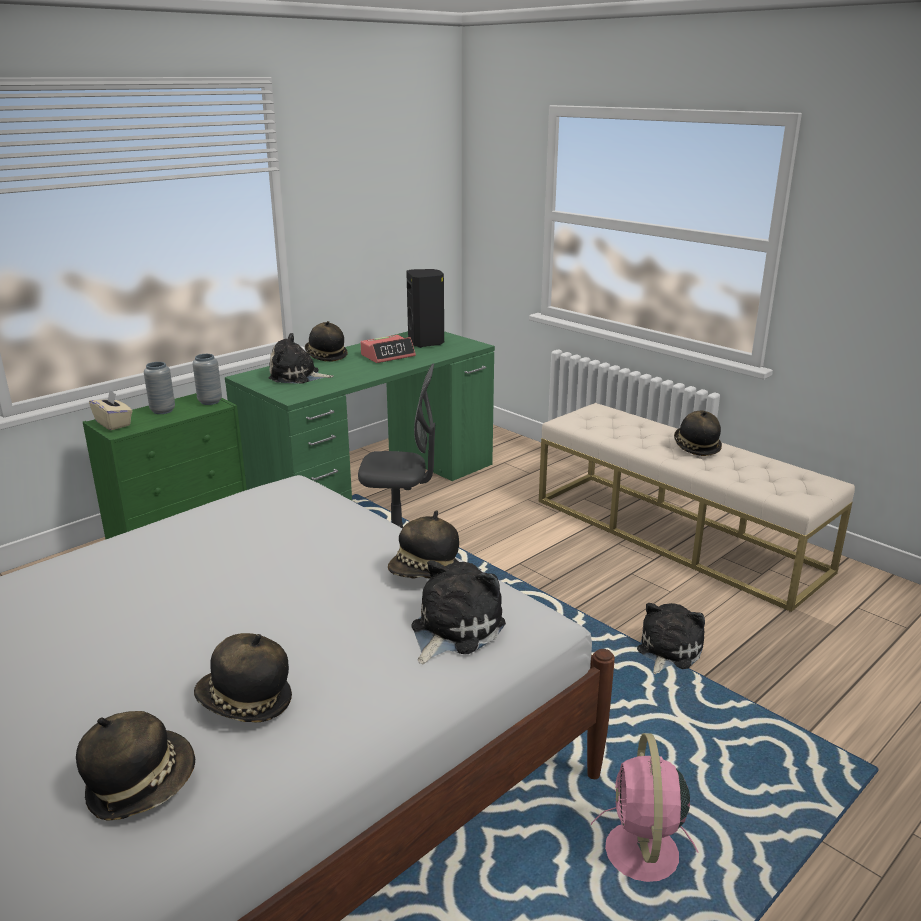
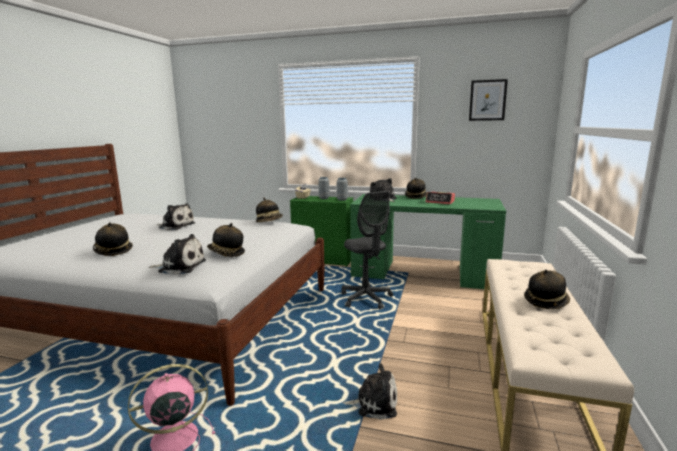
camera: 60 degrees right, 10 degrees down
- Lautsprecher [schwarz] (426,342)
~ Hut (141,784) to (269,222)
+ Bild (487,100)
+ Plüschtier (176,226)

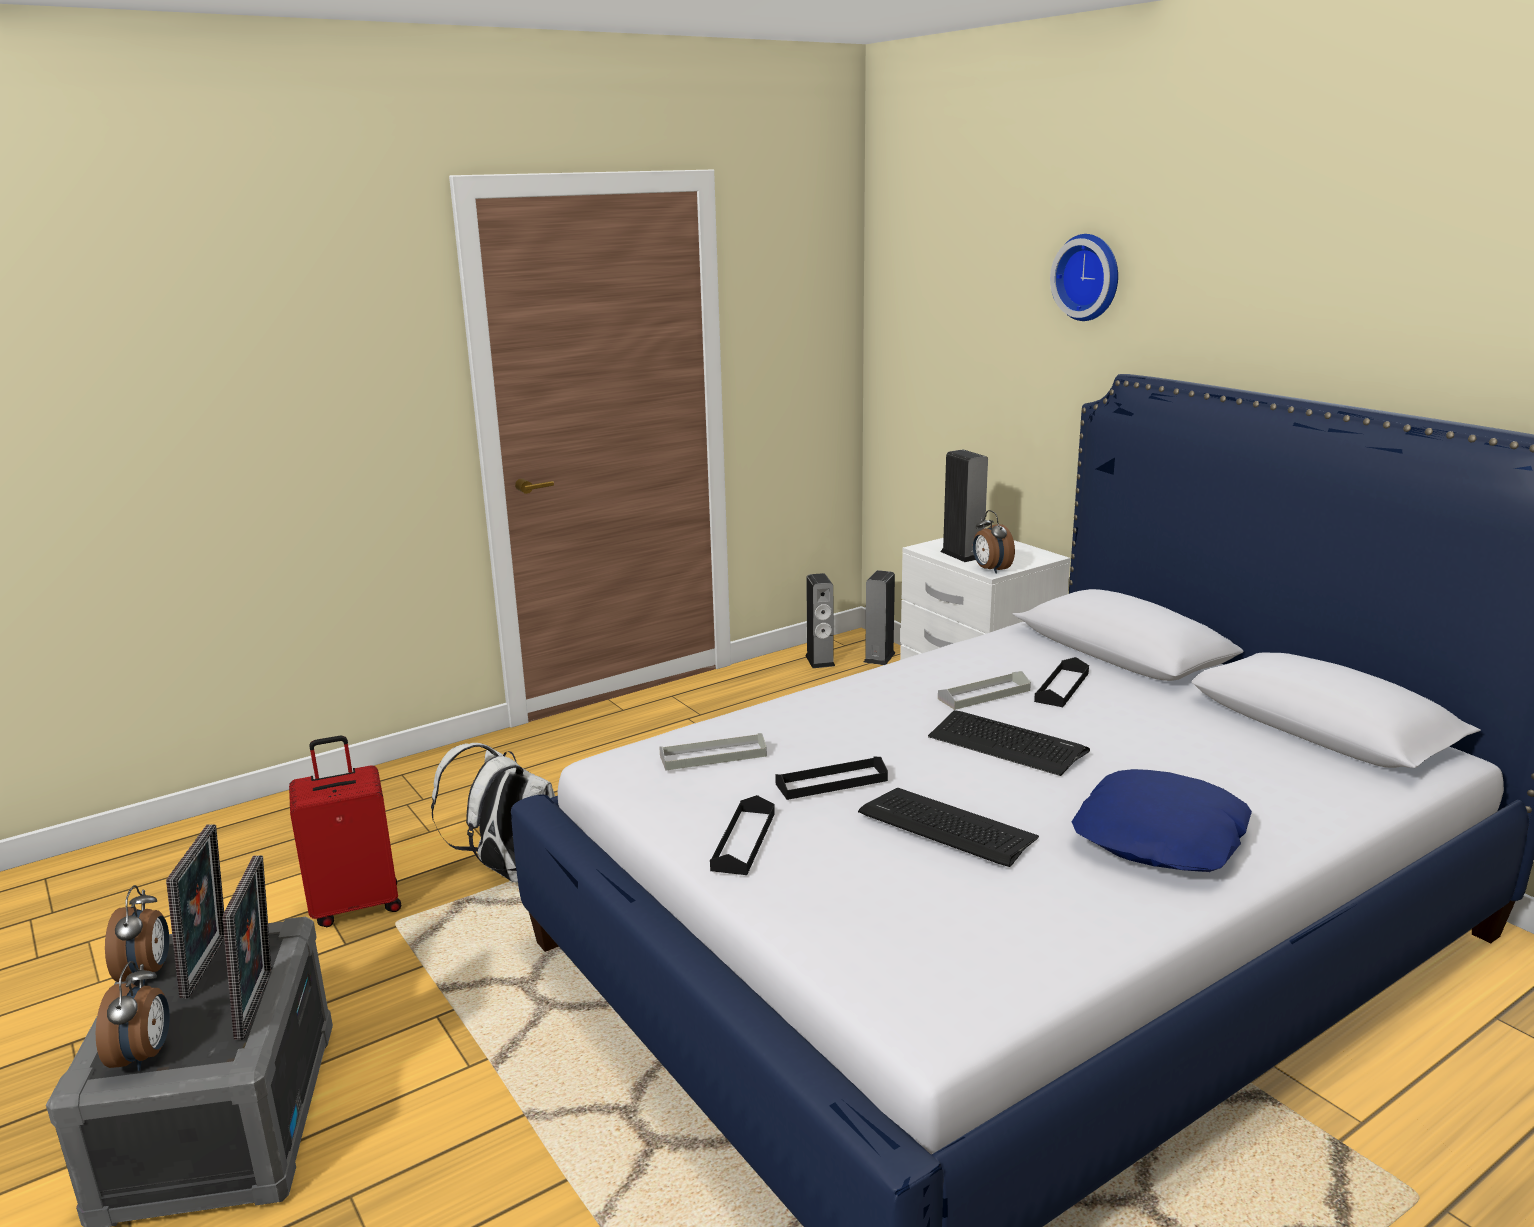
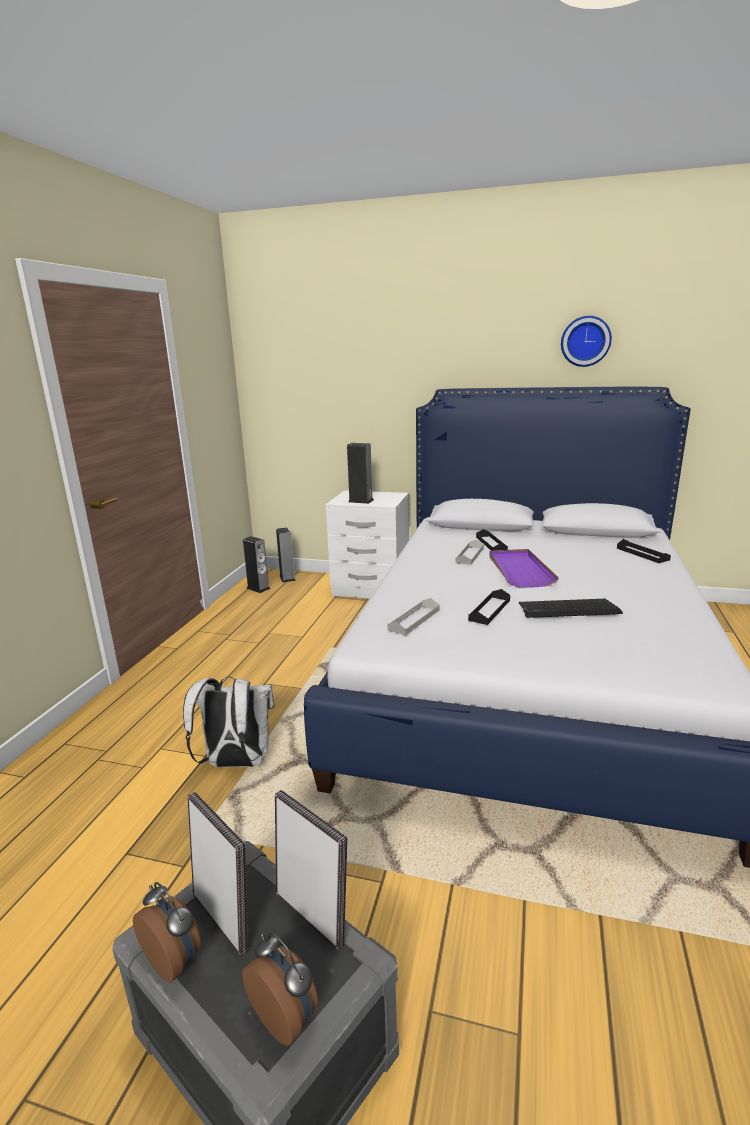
camera: 40 degrees left, 0 degrees up
~ Wanduhr (1089,277) to (585,341)
- Wecker (990,570)
~ Tastatur (1006,744) to Tablett [lila] (519,570)
- Koffer [rot] (356,905)
- Kissen [blau] (1161,837)
~ Tablett [schwarz] (743,841) to (642,554)

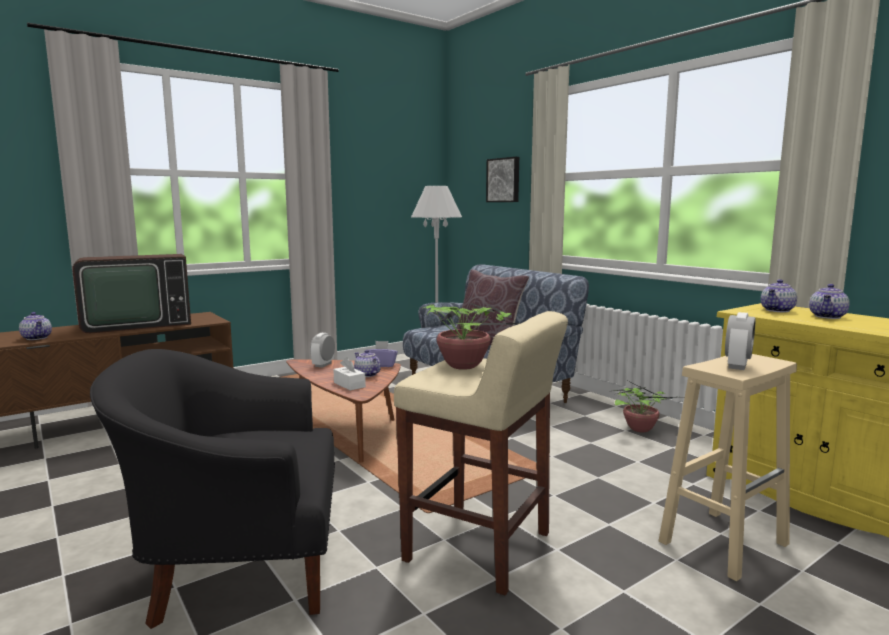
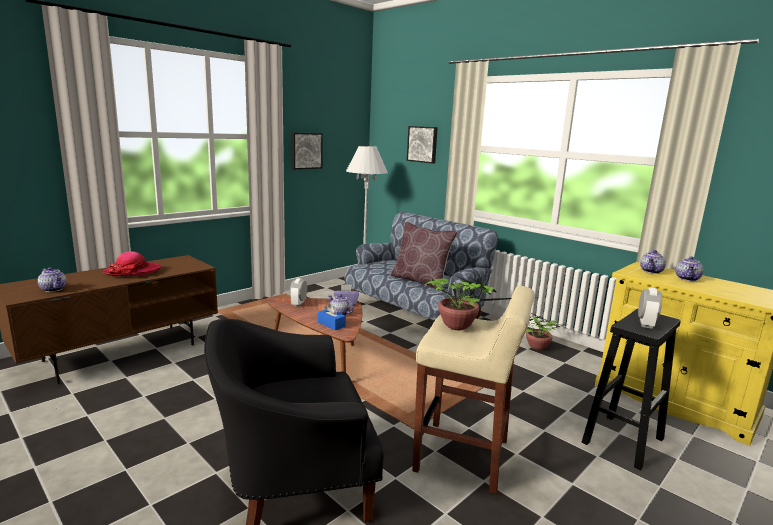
camera: 10 degrees left, 5 degrees up
~ Fernseher (135,324) to Hut (133,271)
~ Hocker [beige] (724,542) to Hocker [schwarz] (623,440)
~ Taschentuchbox [weiß] (349,385) to Taschentuchbox [blau] (331,324)
+ Bild (306,150)

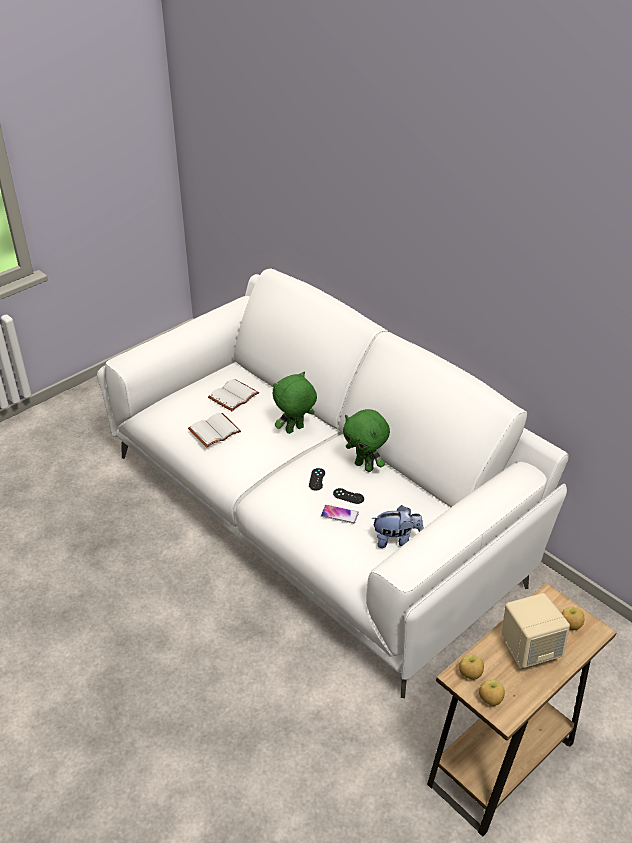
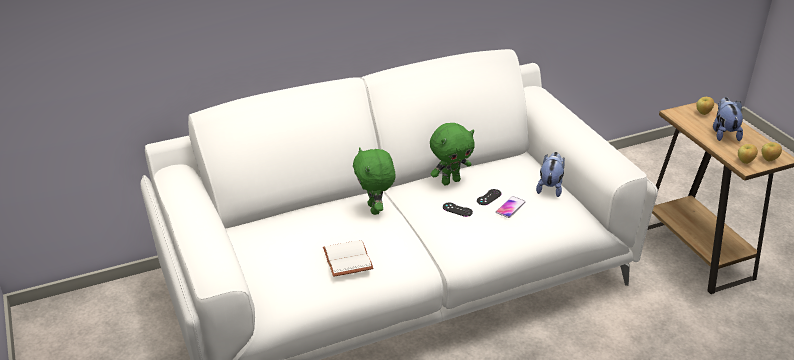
camera: 70 degrees left, 5 degrees down
- Buch [weiß] (234,397)
~ Lautsprecher [beige] (529,650) to Plüschtier (724,133)

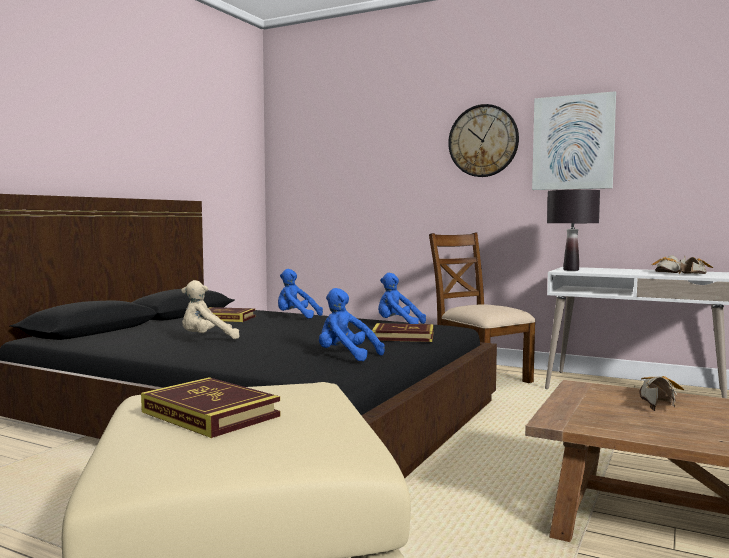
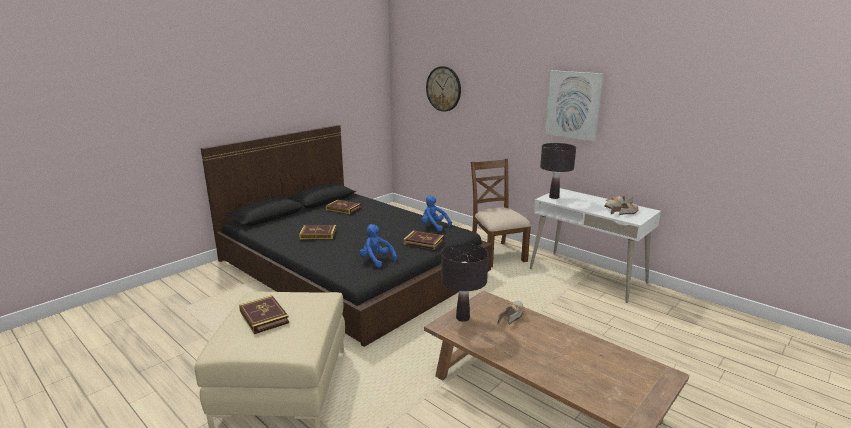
camera: 15 degrees right, 15 degrees up
~ Wanduhr (483,141) to (443,89)
- Plüschtier [blau] (296,317)
~ Plüschtier [beige] (207,339) to Buch (318,234)
+ Tischlampe [schwarz] (463,318)

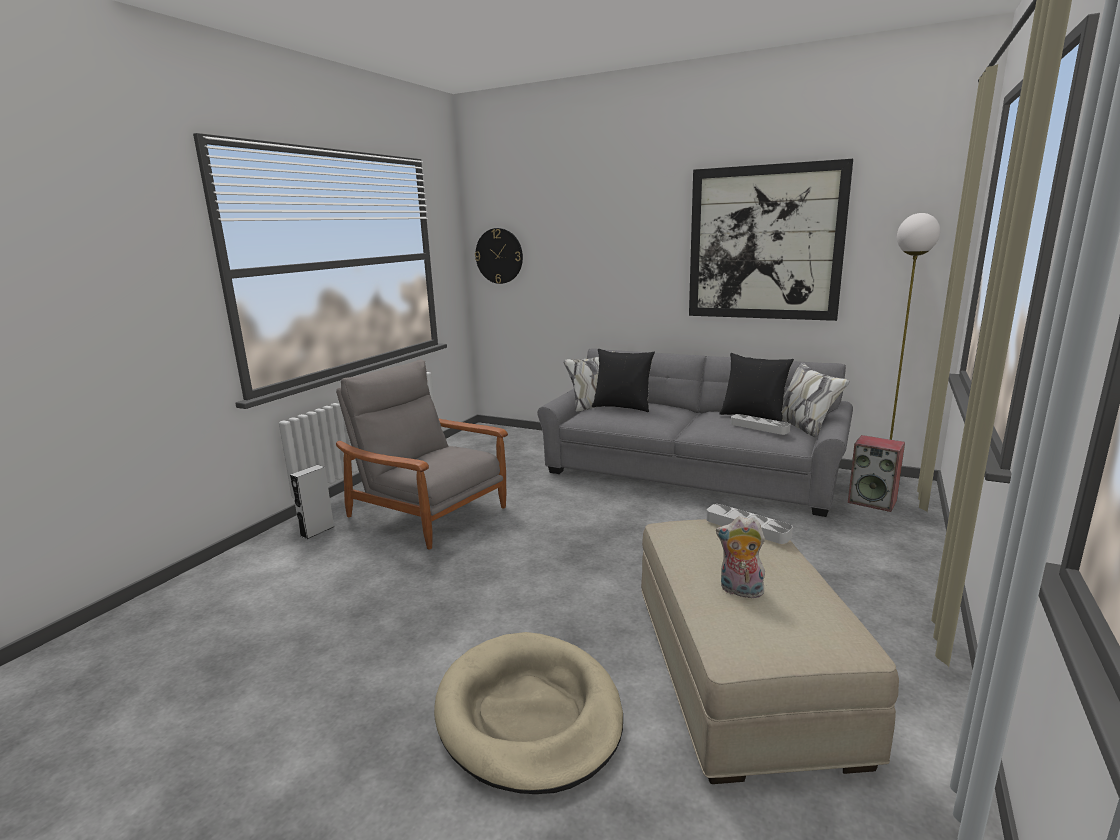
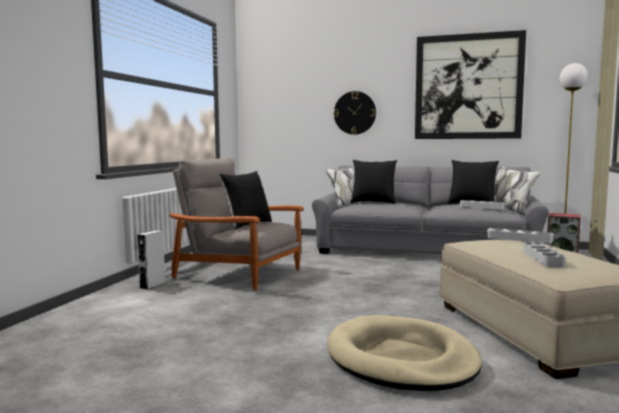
camera: 10 degrees left, 10 degrees down
~ Wanduhr (499,256) to (354,113)
~ Plüschtier (740,591) to Tablett [grau] (542,258)
+ Kissen [schwarz] (247,224)

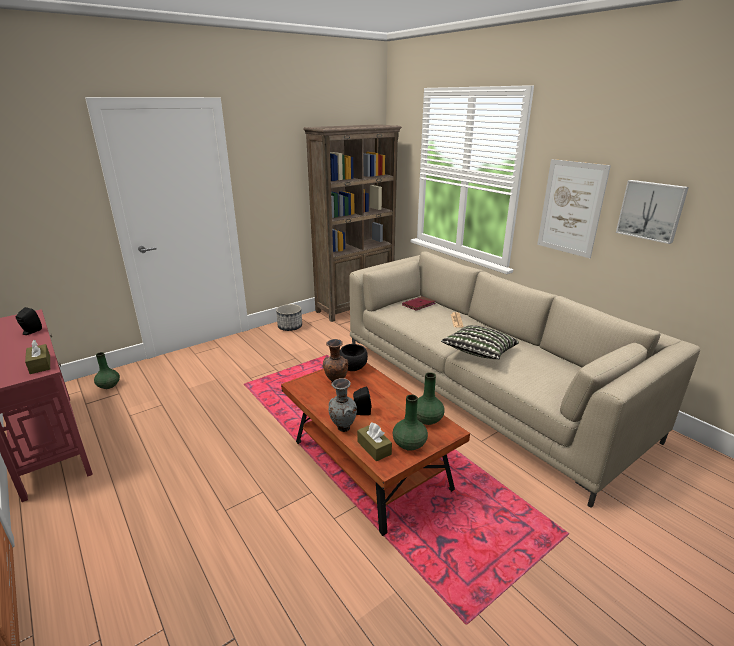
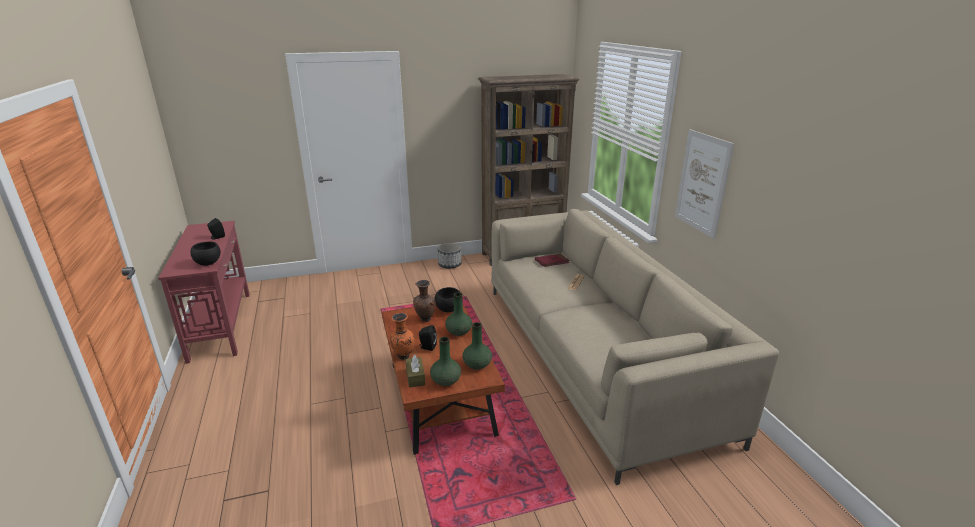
camera: 20 degrees right, 0 degrees up
- Bild (651,210)
- Kissen (479,353)
~ Taschentuchbox [braun] (40,364) to Schüssel [schwarz] (208,263)
~ Vase [grün] (108,385) to (458,331)
~ Vase [grau] (342,428) to Vase [orange] (403,356)

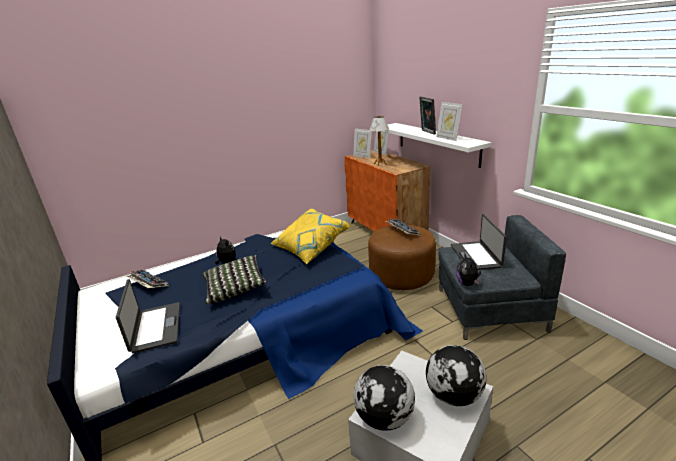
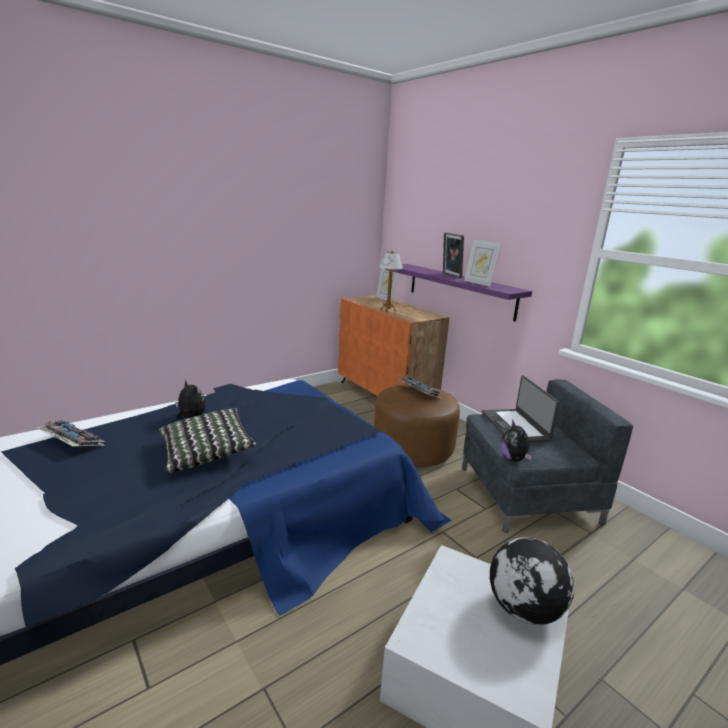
camera: 10 degrees left, 5 degrees down
~ Wandregal [weiß] (437,143) to Wandregal [lila] (460,290)
- Bilderrahmen (362,156)
- Kissen [gelb] (310,248)
- Laptop (155,327)
- Globus (384,418)

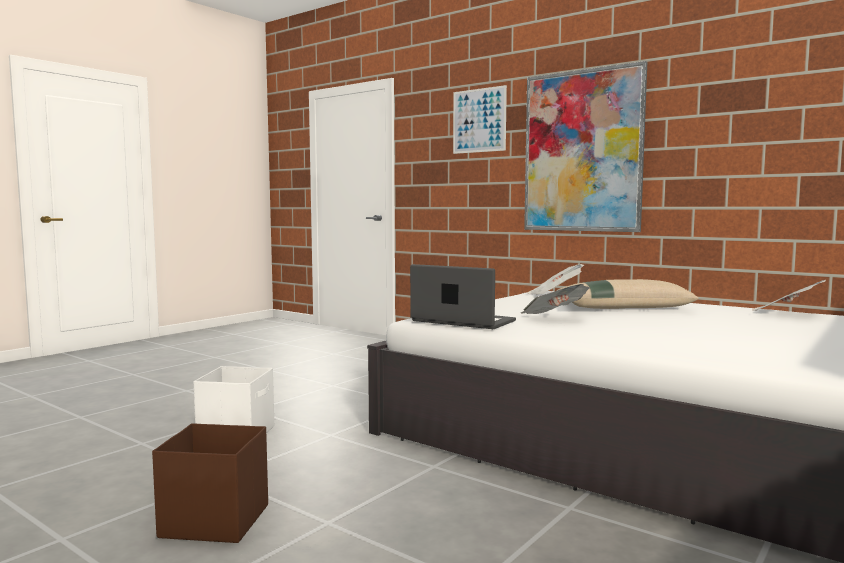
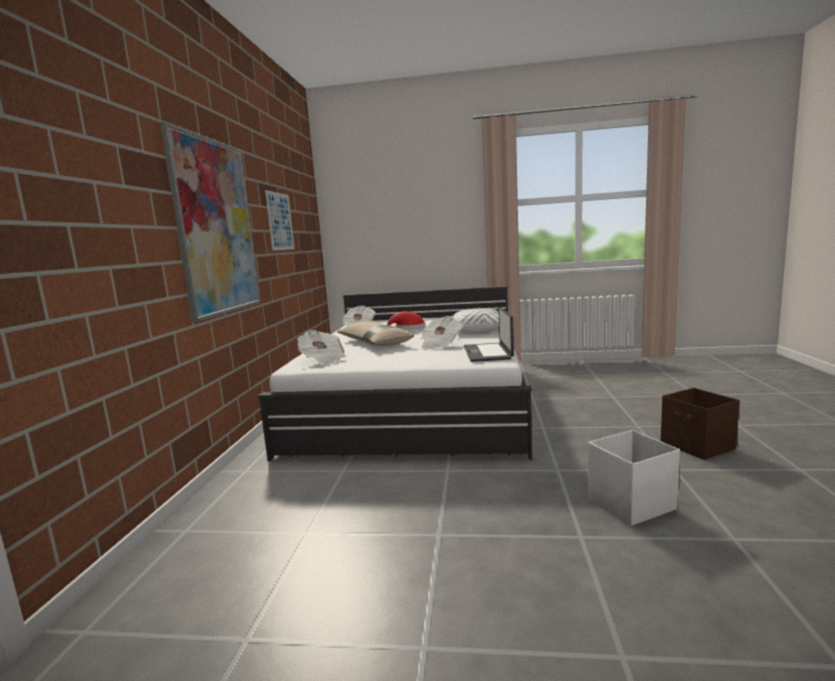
camera: 120 degrees left, 5 degrees up
~ Bild (479,120) to (280,221)
+ Kissen [weiß] (477,330)
+ Hut [rot] (408,329)

